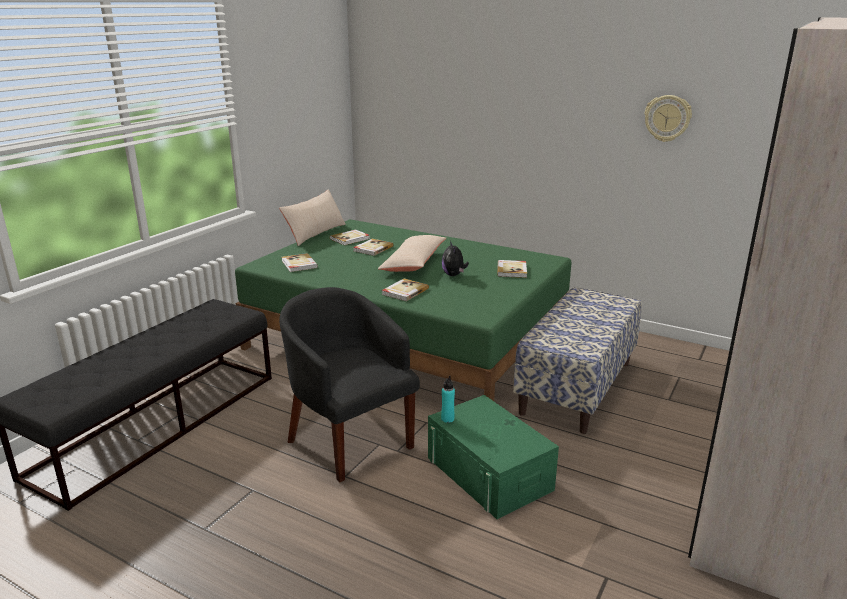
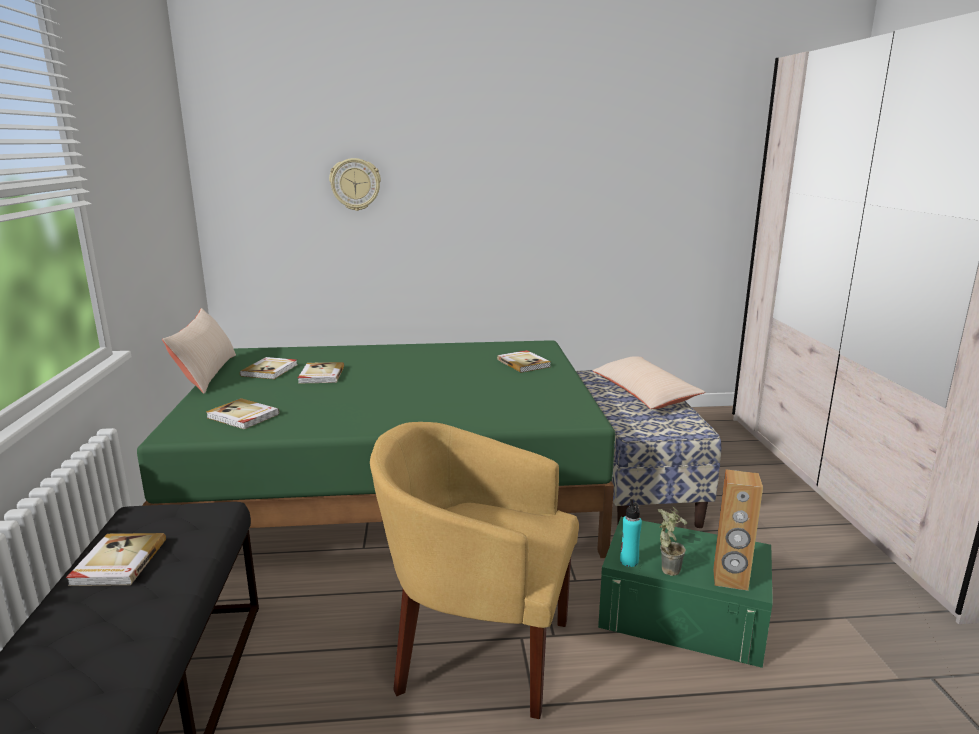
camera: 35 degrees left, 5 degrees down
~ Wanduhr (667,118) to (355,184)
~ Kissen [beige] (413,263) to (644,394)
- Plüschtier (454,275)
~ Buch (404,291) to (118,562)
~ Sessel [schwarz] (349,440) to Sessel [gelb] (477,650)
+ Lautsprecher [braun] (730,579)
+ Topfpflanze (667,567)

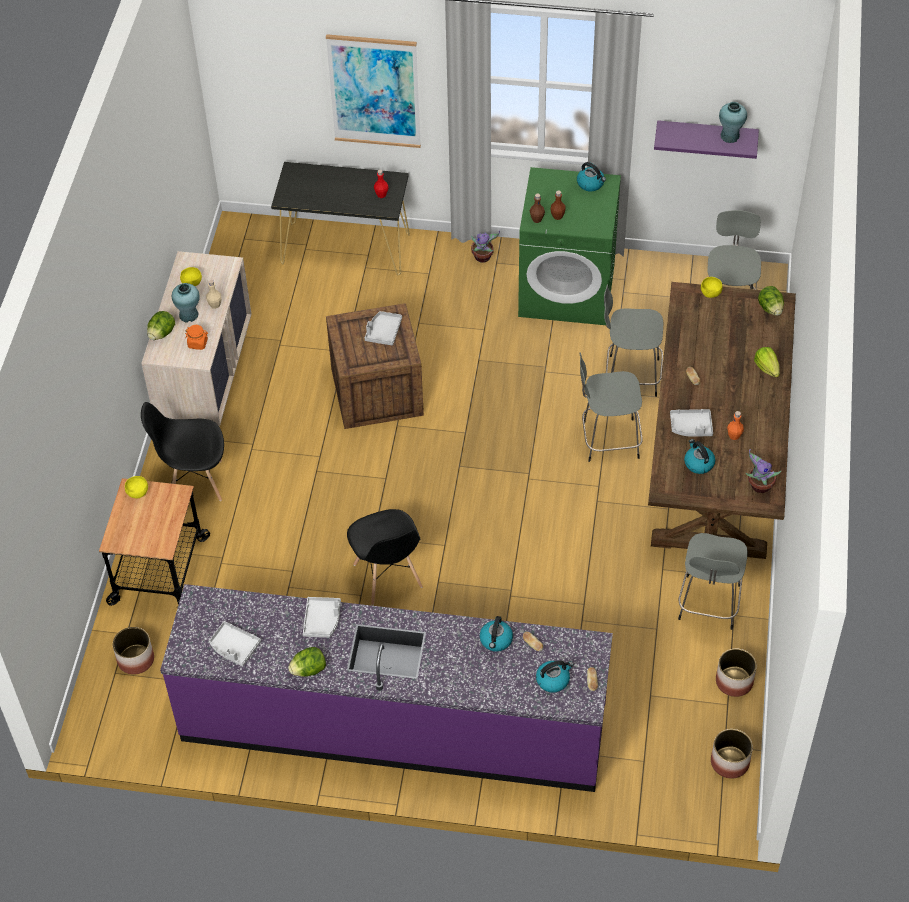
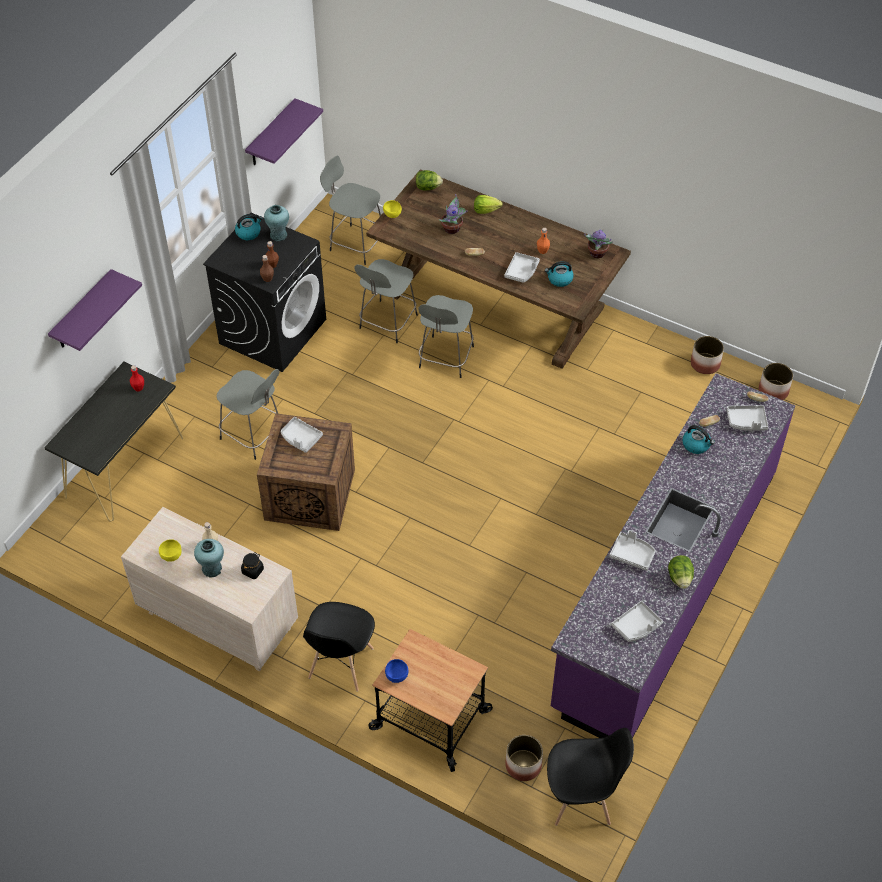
camera: 70 degrees left, 0 degrees up
~ Bild (374,91) to Wandregal [lila] (82,311)
~ Vase [türkis] (730,136) to (278,235)
~ Waschmaschine [grün] (567,290) to Waschmaschine [schwarz] (273,331)
~ Topfpflanze (483,258) to (453,229)
- Salatkopf (162,333)
~ Vorratsglas [orange] (198,343) to Vorratsglas [schwarz] (253,570)
~ Schüssel [gelb] (137,493) to Schüssel [blau] (397,676)
~ Stuhl [schwarz] (387,577) to (581,799)
~ Hocker [grau] (708,604) to (253,435)
~ Wasserkessel (553,680) to Tablett [grau] (746,421)

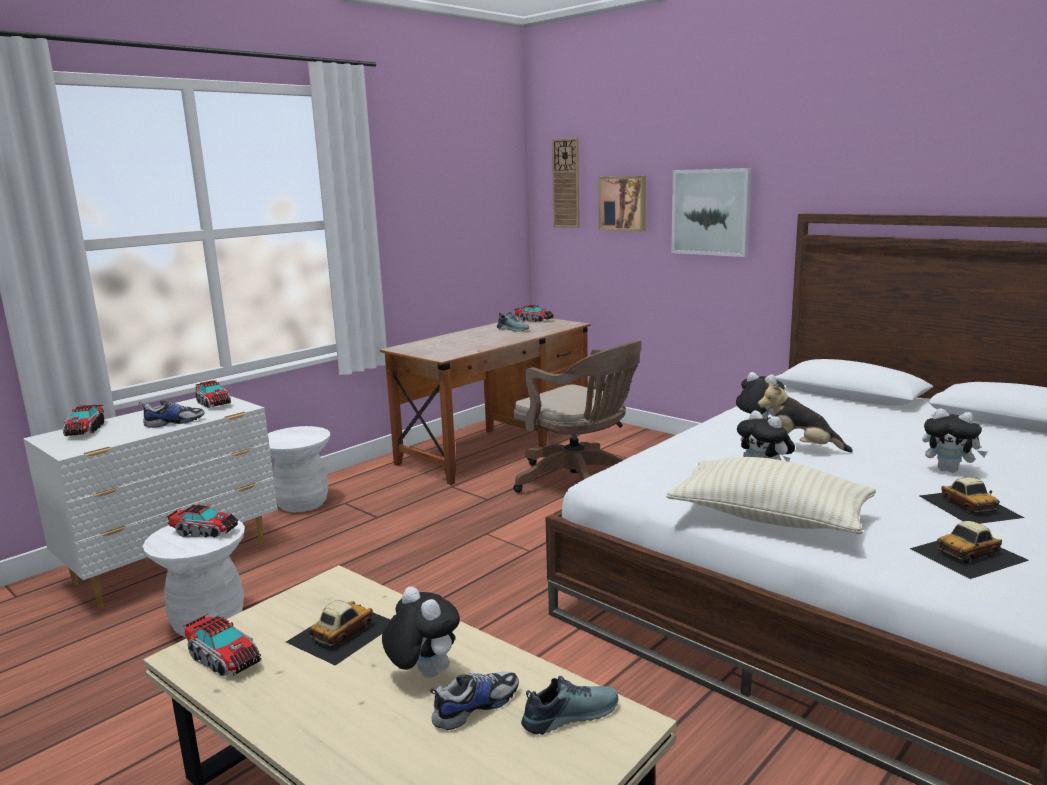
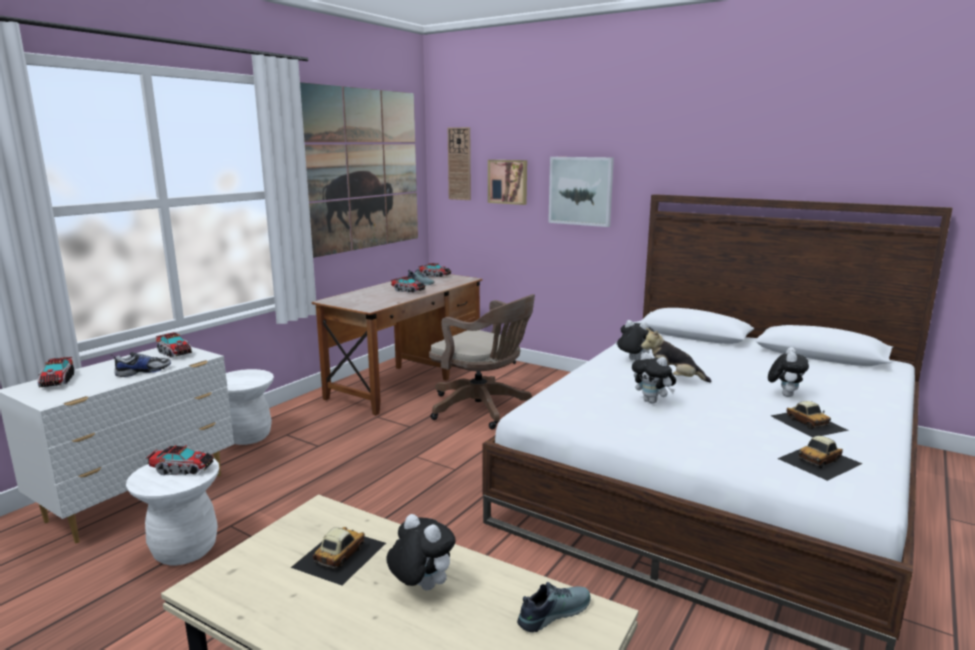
camera: 10 degrees left, 0 degrees up
~ Plüschtier (949,470) = (784,394) 90 degrees counterclockwise
- Kissen [beige] (769,518)
~ Spielzeuglaster (223,658) to (408,291)
- Schuh (475,707)
+ Bild (364,170)

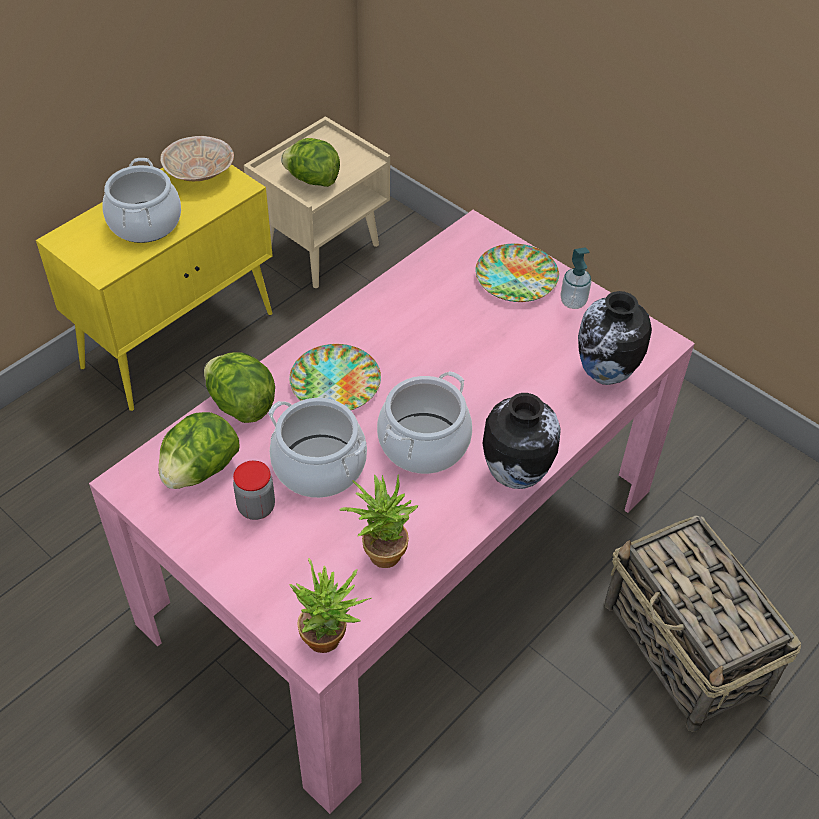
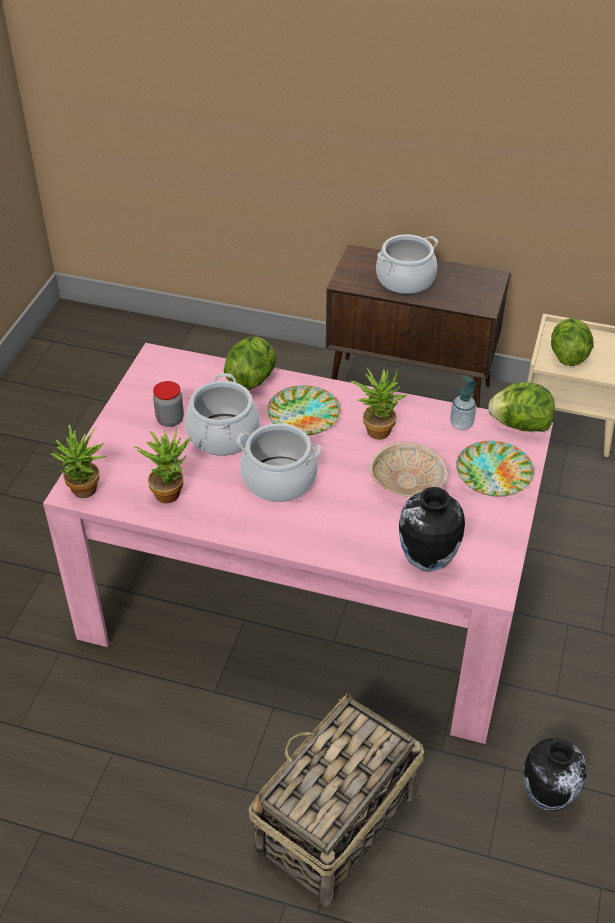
camera: 65 degrees right, 5 degrees down
~ Schüssel [beige] (200,173) to (408,484)
~ Schrank [gelb] (180,339) to Schrank [braun] (411,392)
~ Seifenspender (573,302) to (461,424)
~ Vase (515,475) to (547,796)
~ Salatkopf (200,470) to (520,425)
+ Topfpflanze (376,428)

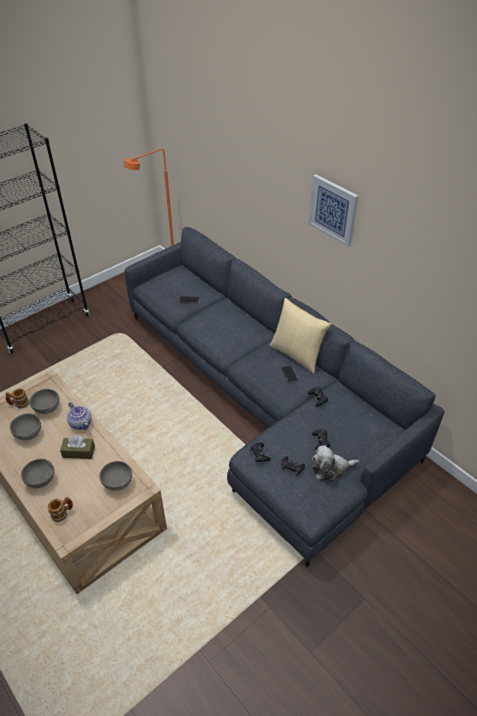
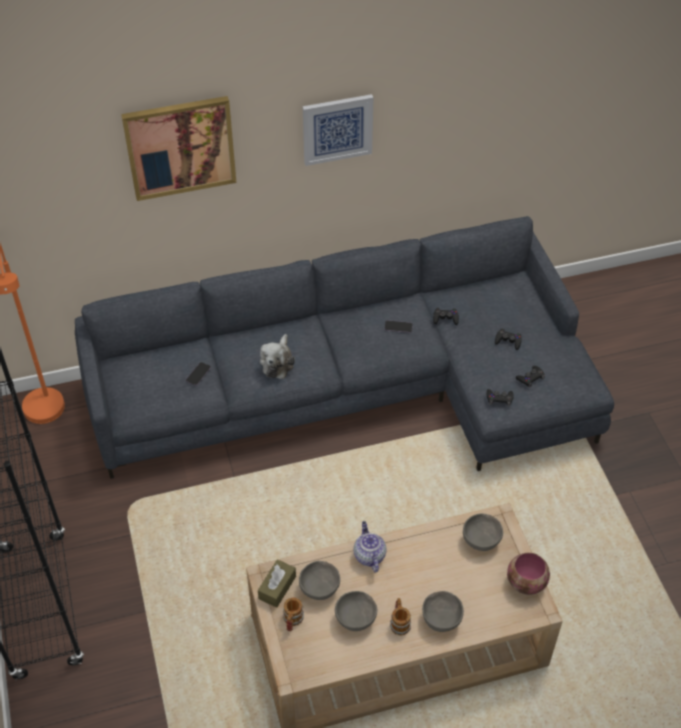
camera: 65 degrees left, 5 degrees up
- Kissen (297,354)
~ Teekanne (81,423) = (369,555) 90 degrees counterclockwise
~ Taschentuchbox [braun] (79,452) to (277,587)
~ Plüschtier (331,469) to (277,362)
~ Henkelbecher (62,513) to (399,622)
+ Bild (180,147)
+ Schüssel (526,583)

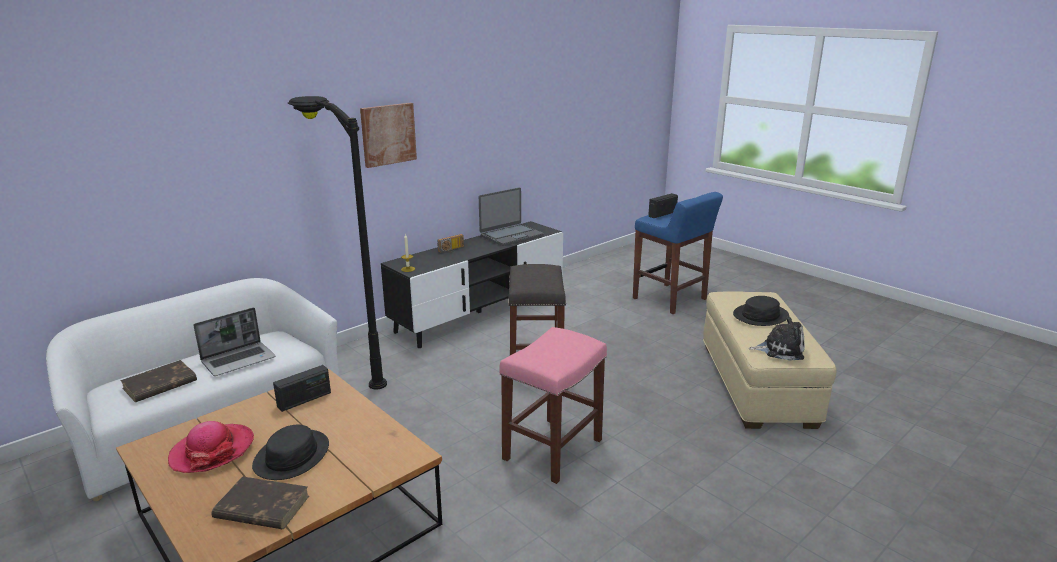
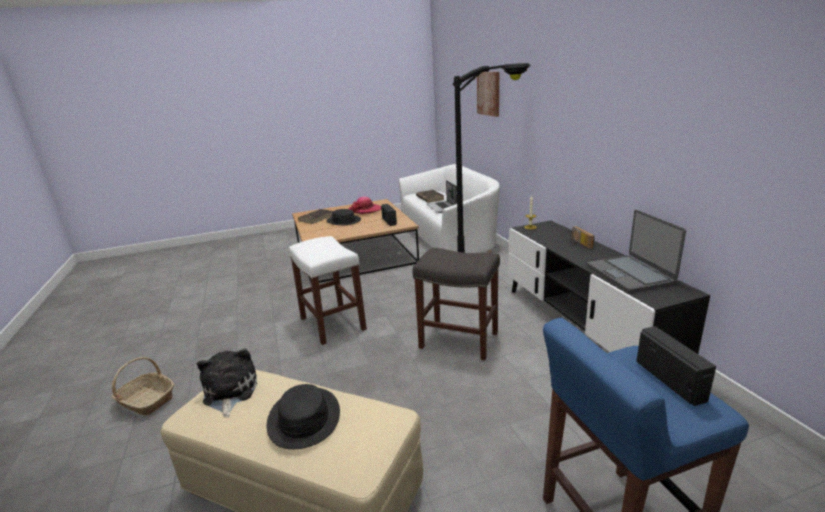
camera: 115 degrees right, 0 degrees up
~ Bild (388,134) to (489,93)
~ Plüschtier (780,350) = (229,392) 135 degrees clockwise
~ Hocker [rosa] (553,448) to Hocker [weiß] (333,324)
+ Korb (146,401)

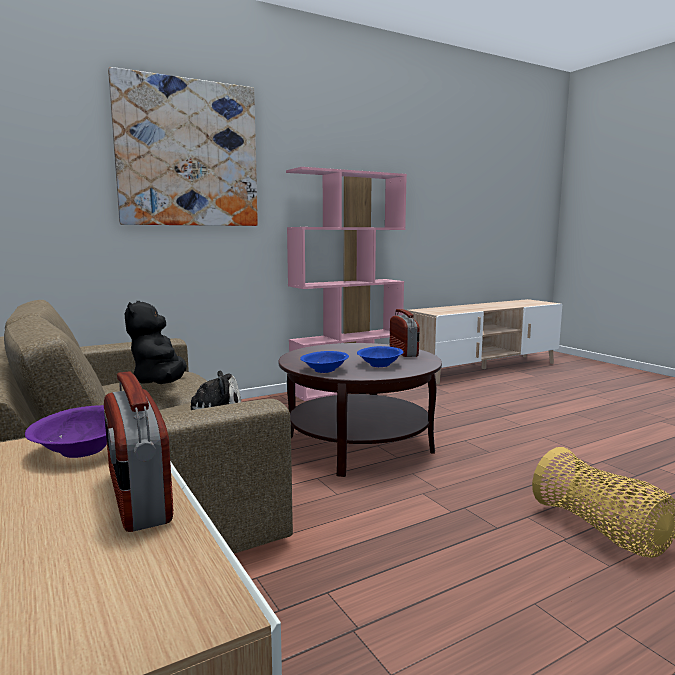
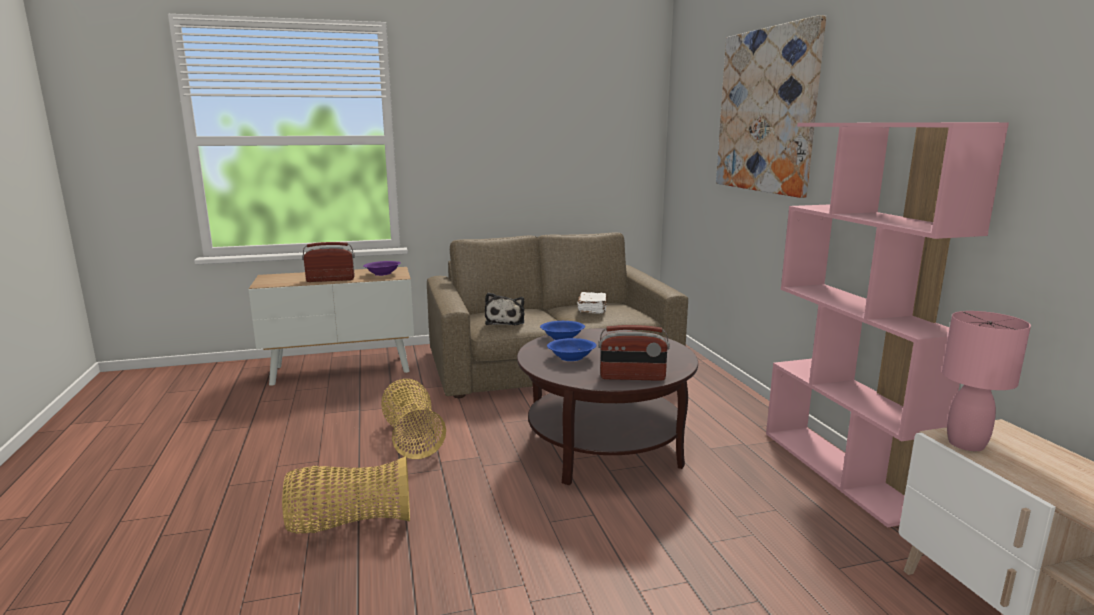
camera: 105 degrees right, 5 degrees up
~ Plüschtier [schwarz] (161,383) to Buch [weiß] (592,310)
+ Tischlampe [rosa] (965,444)
+ Korb (412,437)

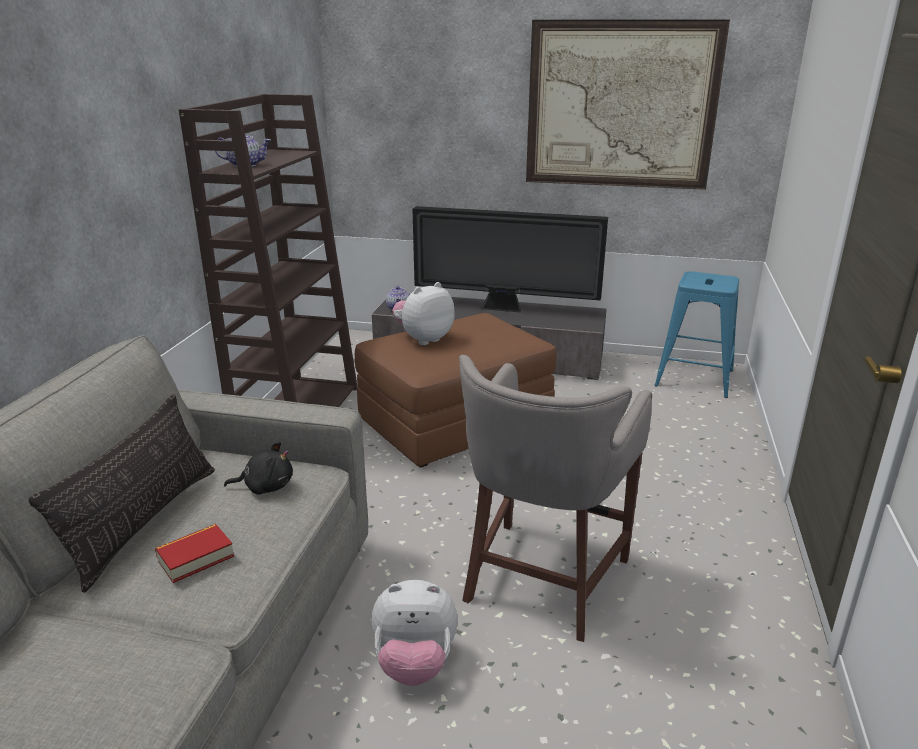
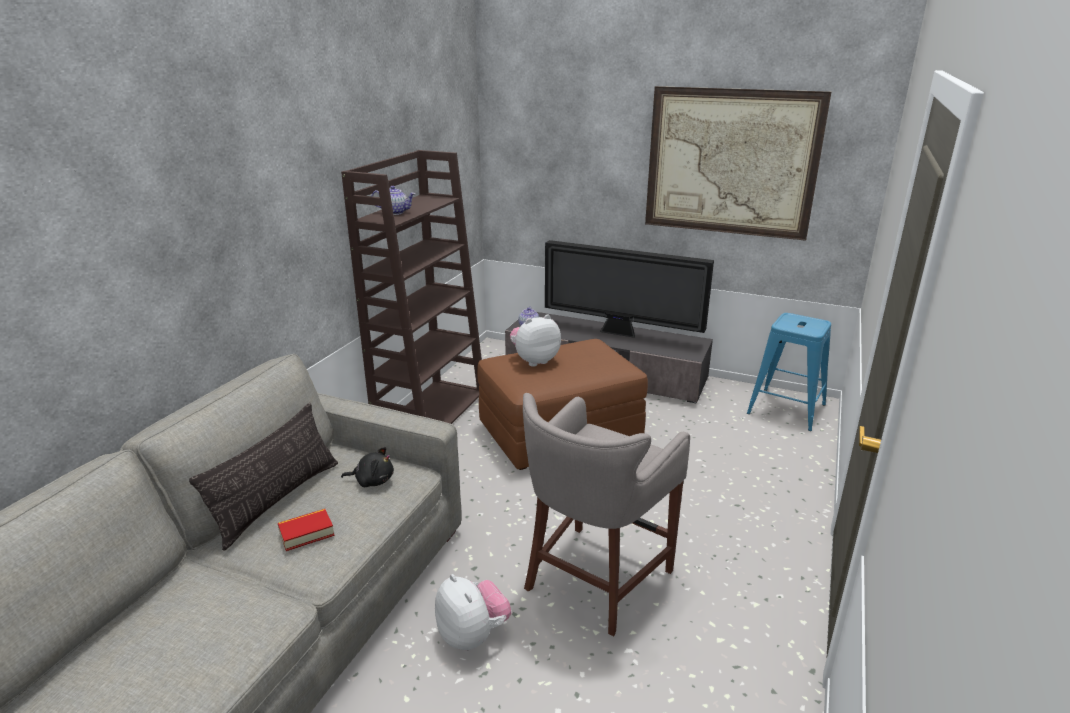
camera: 10 degrees right, 0 degrees up
~ Plüschtier (415,664) = (473,635) 135 degrees counterclockwise

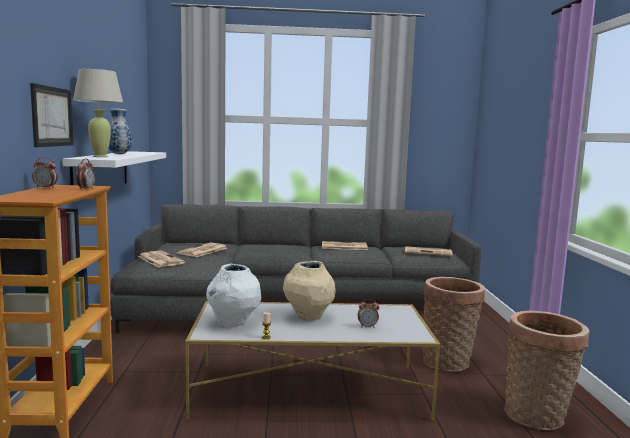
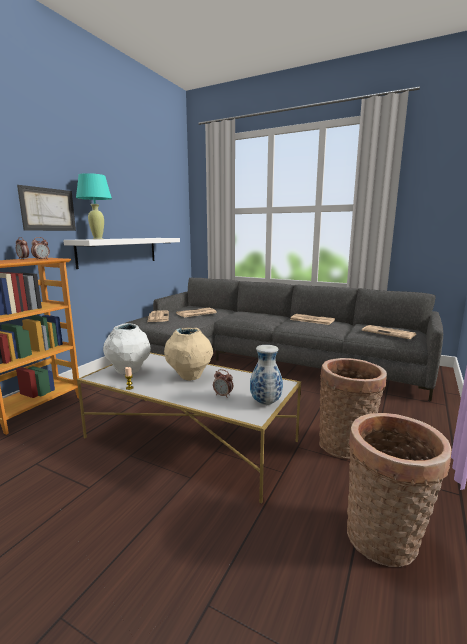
camera: 30 degrees right, 5 degrees up
~ Tischlampe [beige] (100,156) to Tischlampe [türkis] (97,239)
~ Vase (119,154) to (265,402)

